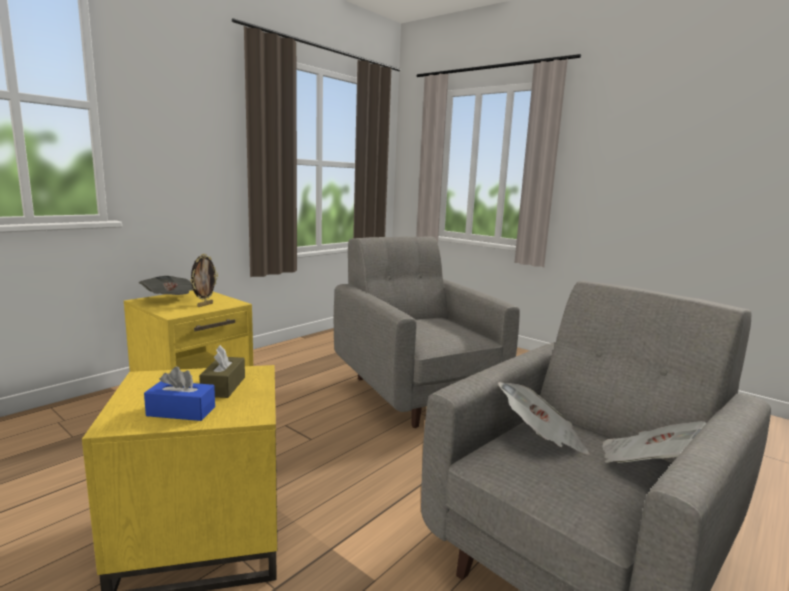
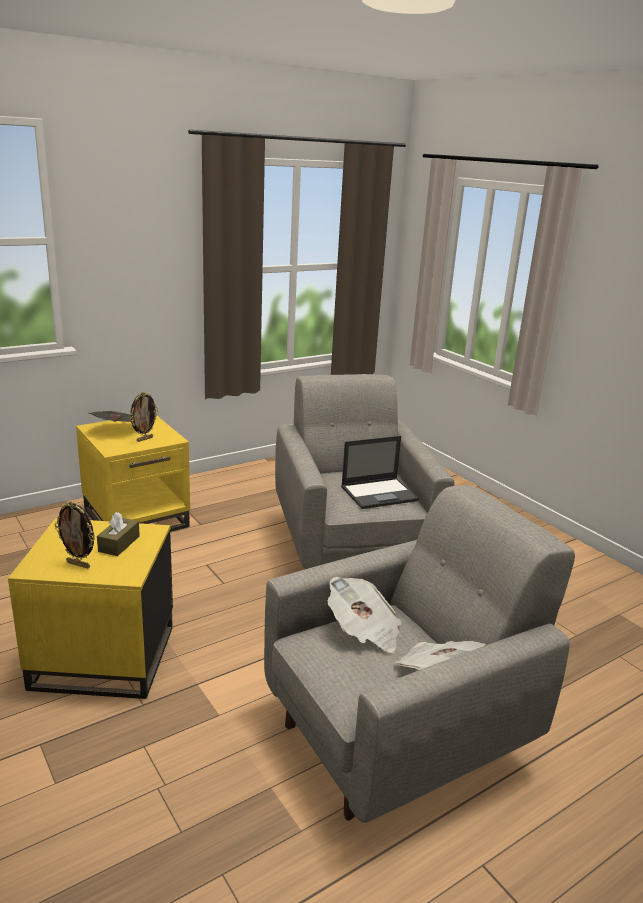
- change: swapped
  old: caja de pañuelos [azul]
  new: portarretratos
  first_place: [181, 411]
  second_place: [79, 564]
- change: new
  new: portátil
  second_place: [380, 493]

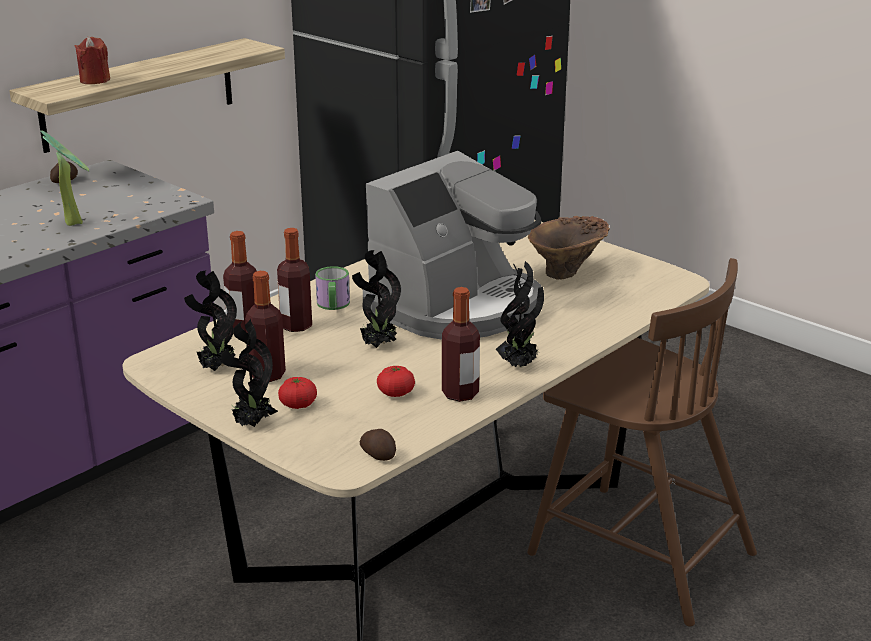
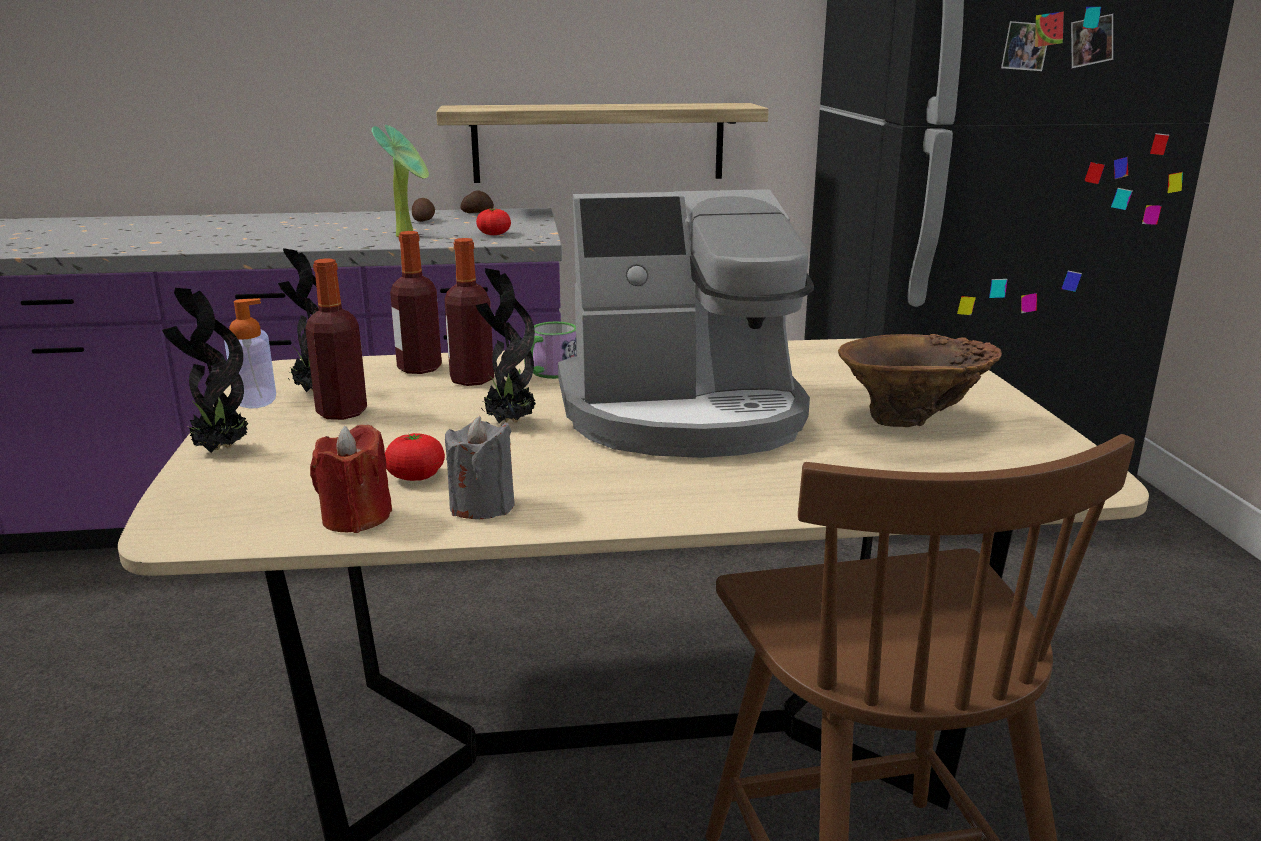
- change: shifted
  old: vela [rojo]
  first_place: [95, 80]
  second_place: [356, 518]
- change: shifted
  old: tomate
  first_place: [298, 405]
  second_place: [494, 234]
- change: shifted
  old: patata
  first_place: [378, 454]
  second_place: [424, 220]
- change: swapped
  old: botella
  new: vela [gris]
  first_place: [460, 394]
  second_place: [482, 506]
- change: gone
  old: planta en maceta
  first_place: [520, 365]
- change: new
  new: dispensador de jabón
  second_place: [255, 398]

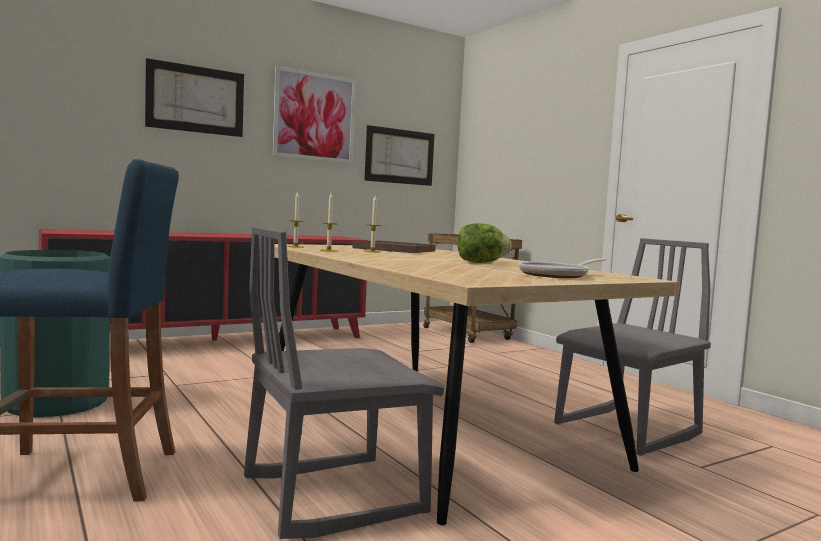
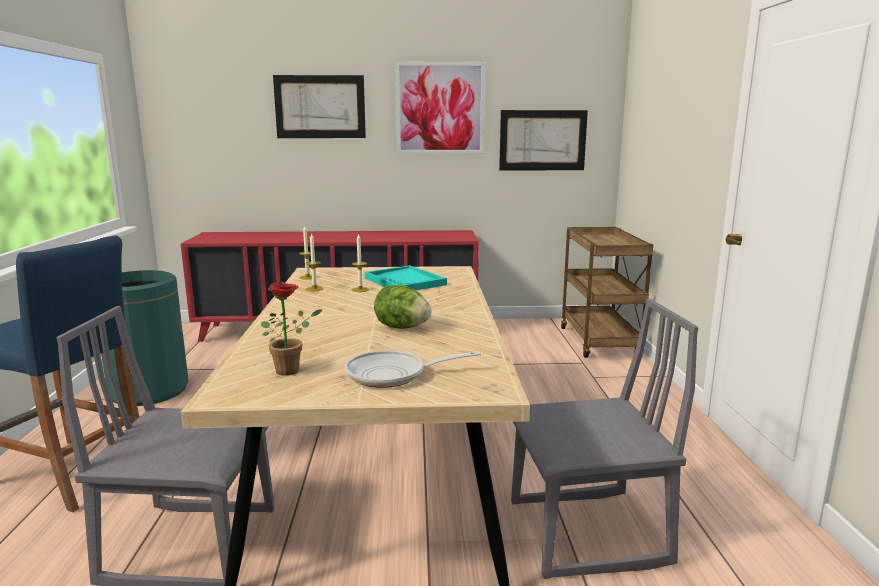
- change: repainted
  old: bandeja [marrón]
  new: bandeja [turquesa]
  first_place: [394, 249]
  second_place: [405, 281]
- change: new
  new: planta en maceta
  second_place: [292, 370]

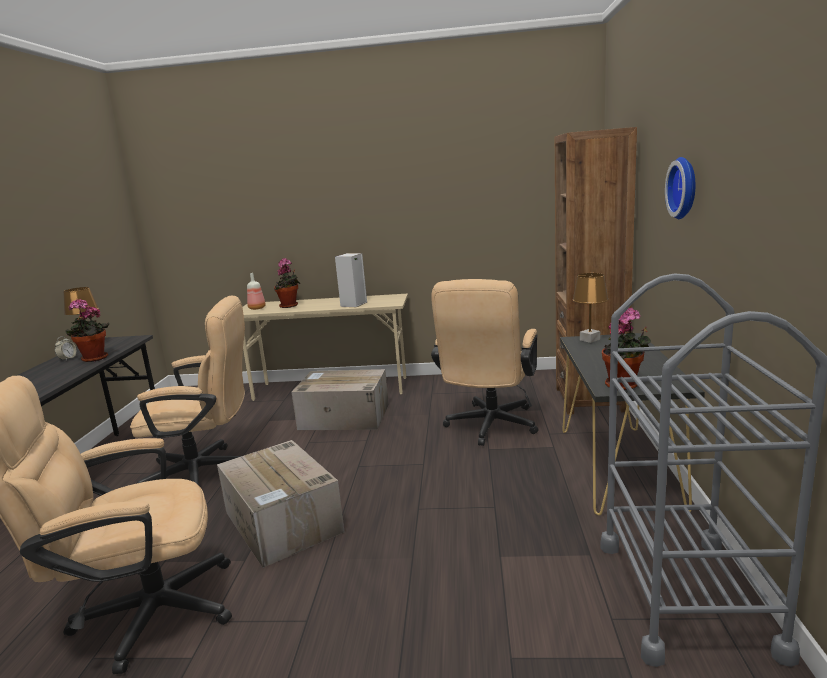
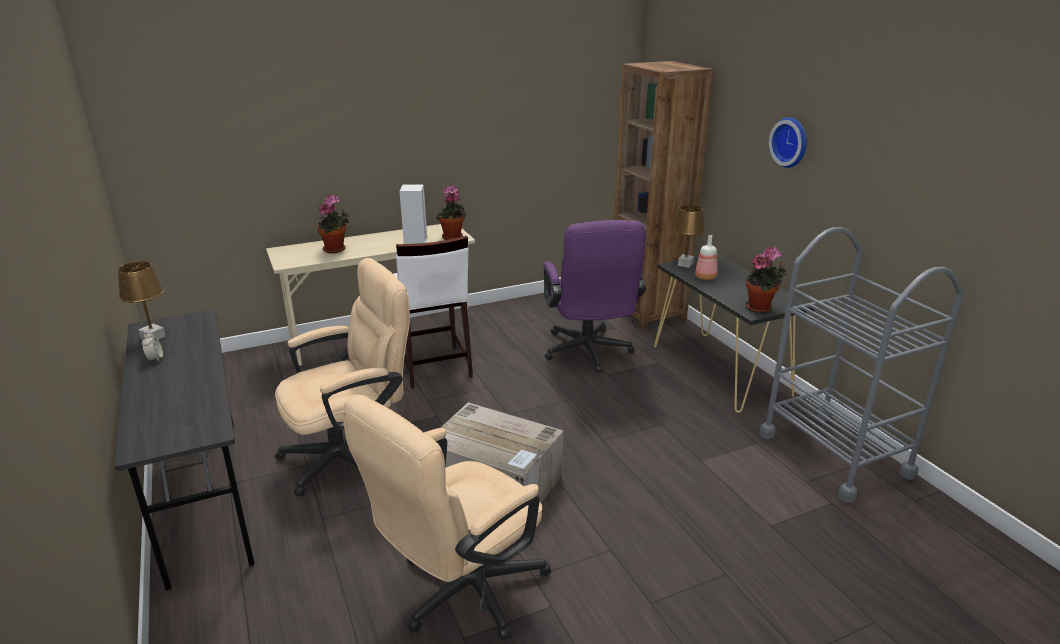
- change: shifted
  old: planta en maceta
  first_place: [93, 359]
  second_place: [453, 238]
- change: shifted
  old: botella
  first_place: [257, 308]
  second_place: [706, 277]
- change: swapped
  old: caja de cartón
  new: taburete [blanco]
  first_place: [343, 417]
  second_place: [433, 367]
- change: repainted
  old: silla de oficina [beis]
  new: silla de oficina [morado]
  first_place: [489, 428]
  second_place: [588, 354]

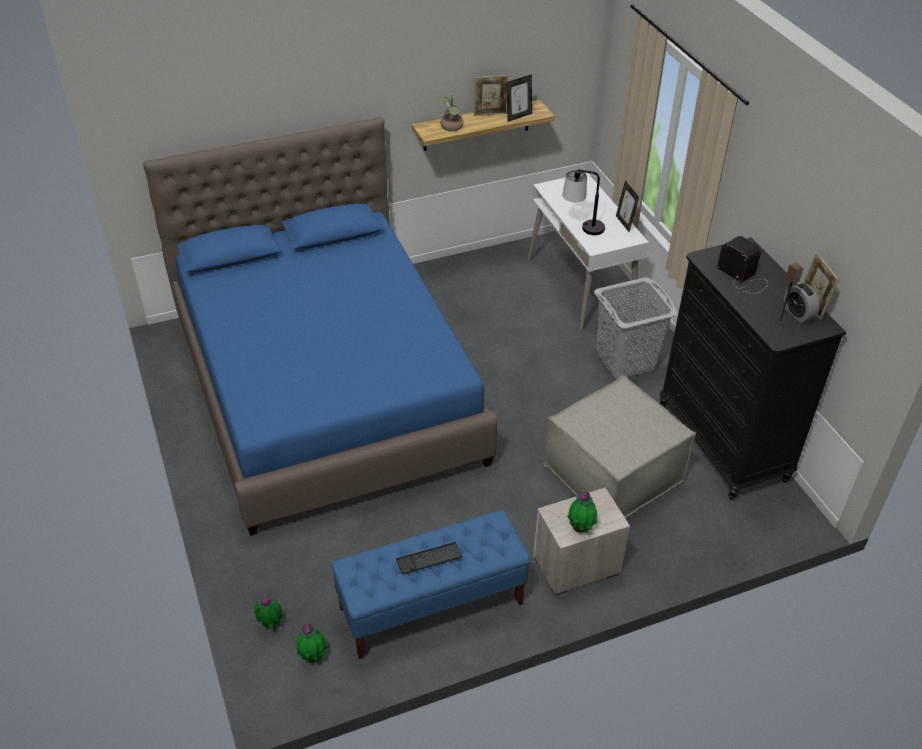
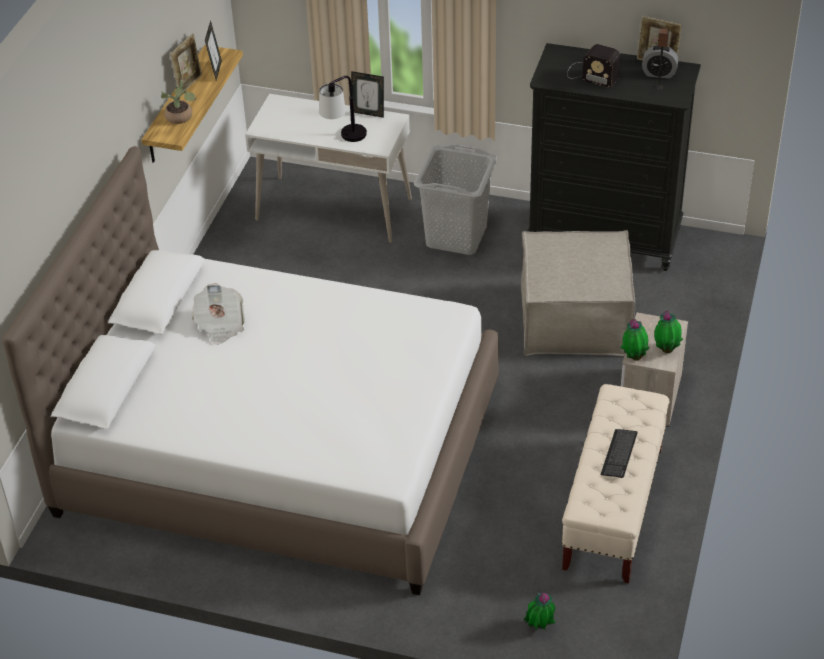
- change: repainted
  old: cama [azul]
  new: cama [blanco]
  first_place: [327, 388]
  second_place: [280, 449]
- change: shifted
  old: planta en maceta
  first_place: [313, 657]
  second_place: [634, 357]
- change: repainted
  old: banco [azul]
  new: banco [beis]
  first_place: [431, 606]
  second_place: [613, 509]
- change: rotated
  old: radio
  first_place: [743, 278]
  second_place: [590, 74]
  degrees: -150
- change: new
  new: periódico
  second_place: [220, 325]

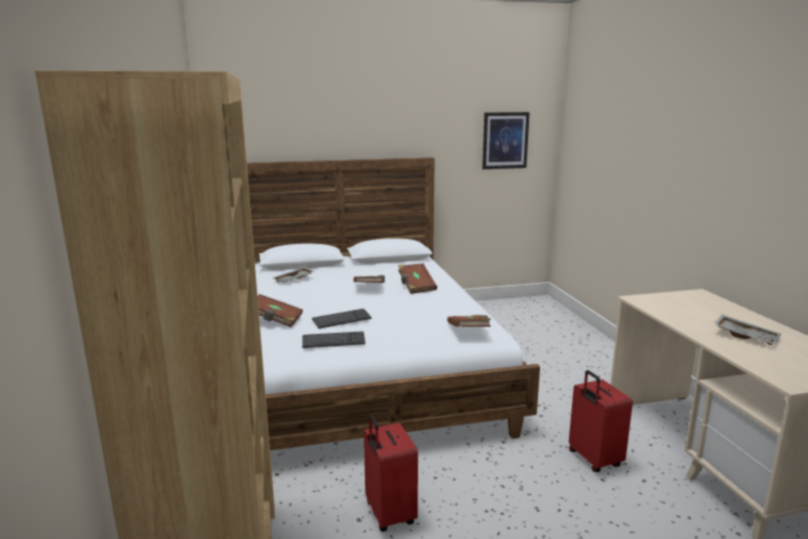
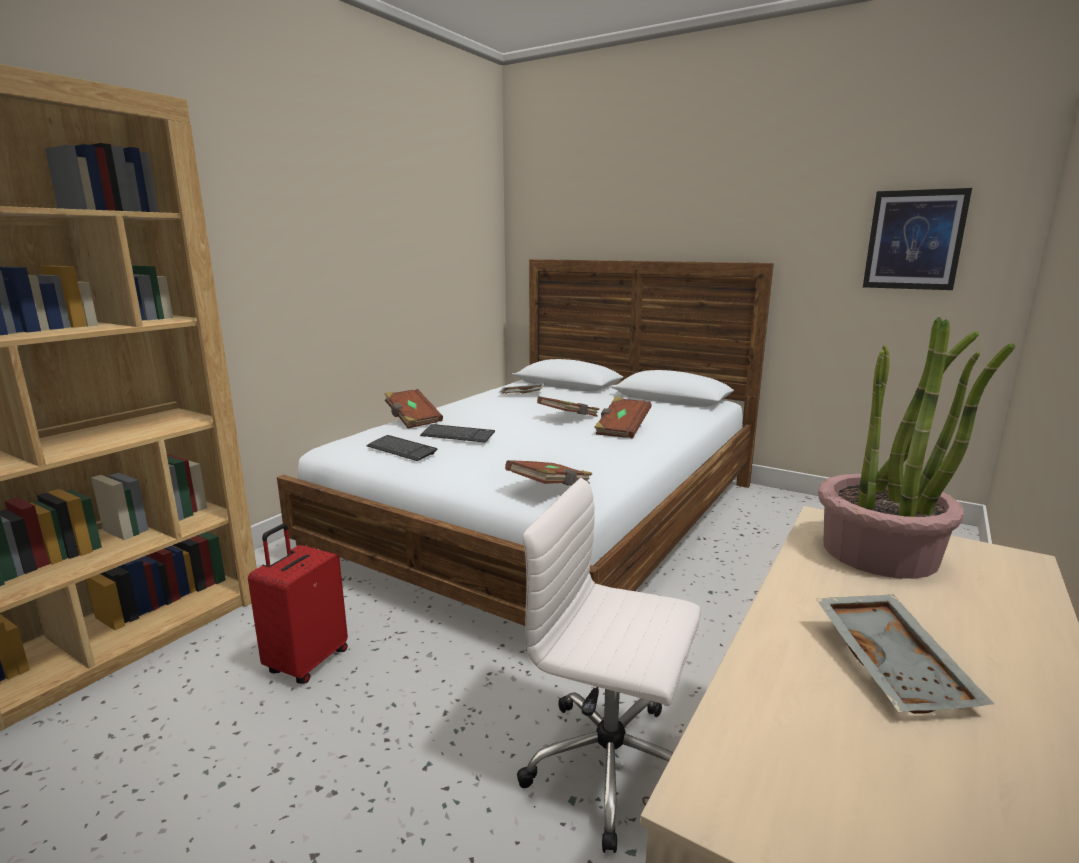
- change: swapped
  old: maleta [rojo]
  new: silla de oficina [blanco]
  first_place: [593, 459]
  second_place: [612, 766]
- change: new
  new: planta en maceta
  second_place: [880, 552]

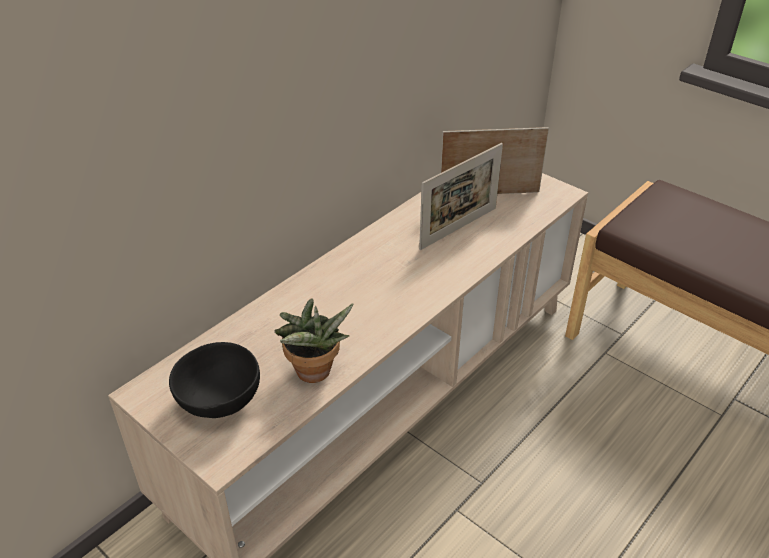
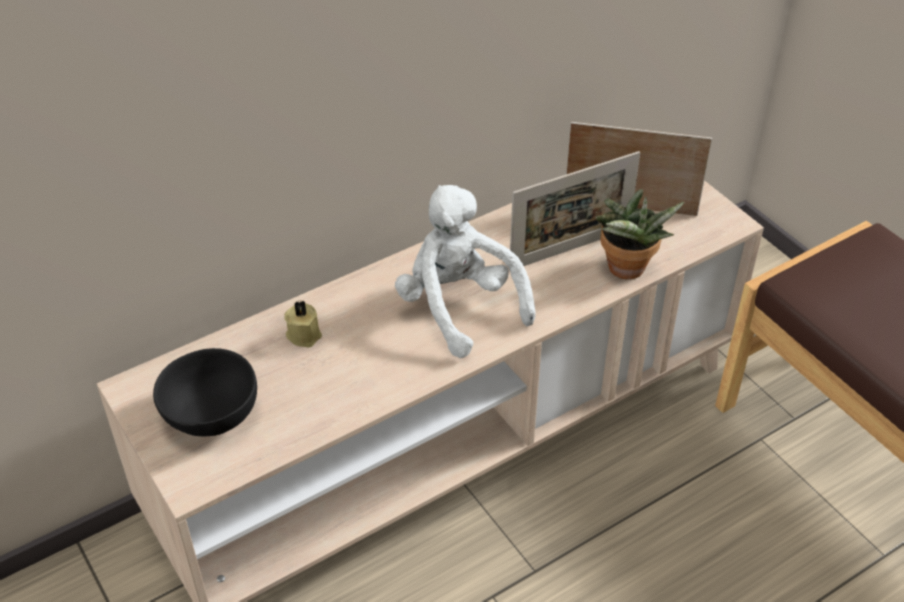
- change: shifted
  old: planta en maceta
  first_place: [314, 375]
  second_place: [626, 271]
- change: new
  new: vela [beis]
  second_place: [304, 334]
- change: new
  new: peluche [blanco]
  second_place: [459, 307]

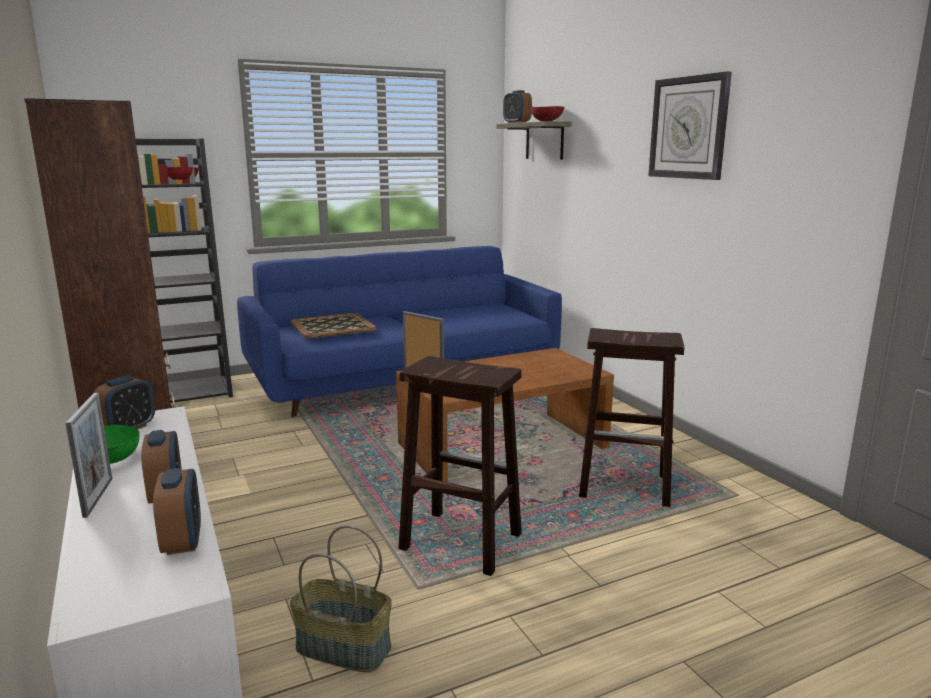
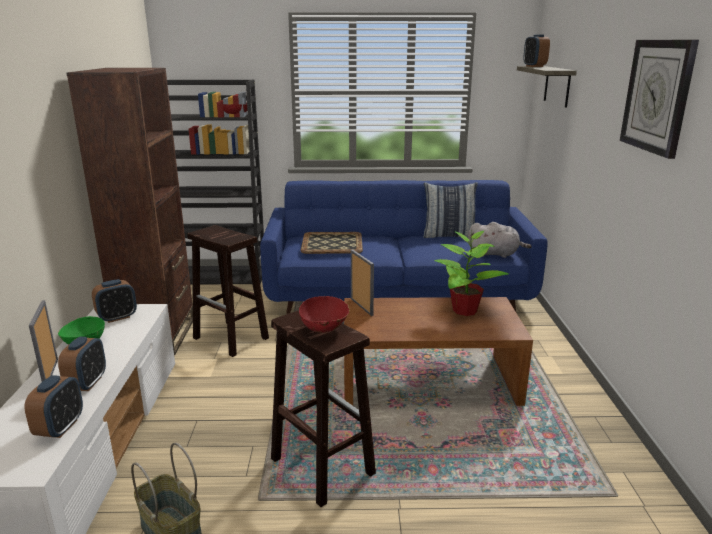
- change: rotated
  old: portarretratos
  first_place: [98, 497]
  second_place: [50, 373]
  degrees: 150
- change: shifted
  old: cuenco [rojo]
  first_place: [547, 121]
  second_place: [324, 328]
- change: shifted
  old: taburete [marrón]
  first_place: [625, 487]
  second_place: [232, 338]
- change: new
  new: cojín
  second_place: [449, 235]
- change: new
  new: planta en maceta
  second_place: [464, 310]
- change: new
  new: peluche [gris]
  second_place: [495, 254]

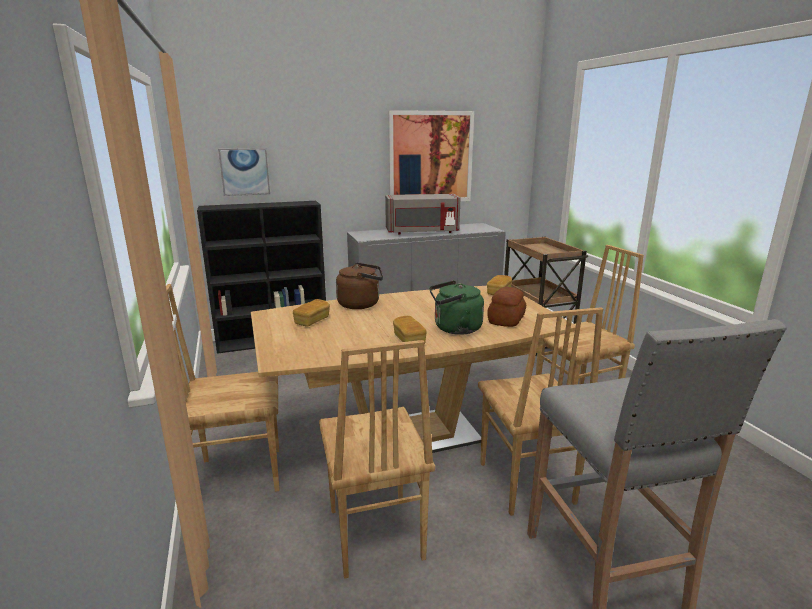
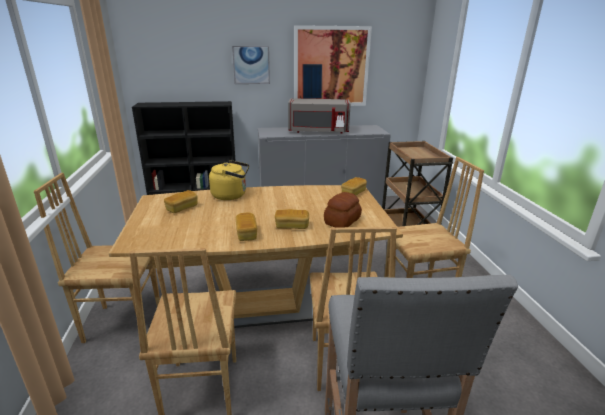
- change: shifted
  old: cuadro
  first_place: [244, 172]
  second_place: [251, 65]
- change: repainted
  old: hervidor [marrón]
  new: hervidor [amarillo]
  first_place: [361, 304]
  second_place: [231, 195]
- change: swapped
  old: hervidor [verde]
  new: pan
  first_place: [454, 329]
  second_place: [292, 226]

